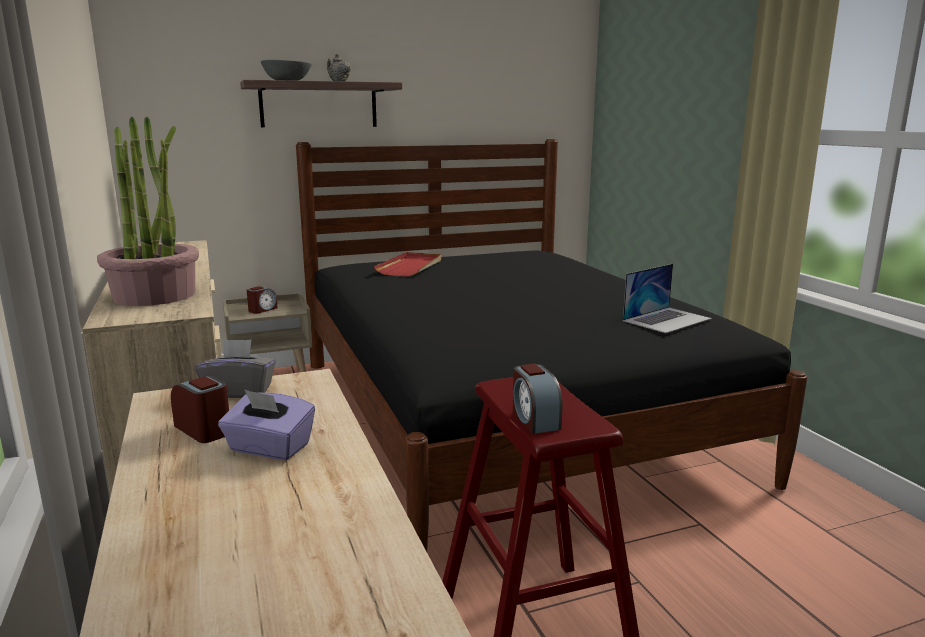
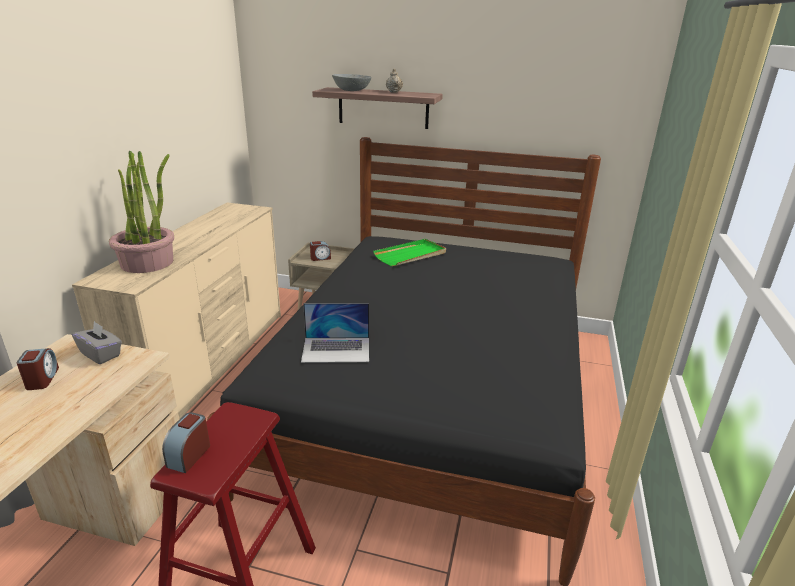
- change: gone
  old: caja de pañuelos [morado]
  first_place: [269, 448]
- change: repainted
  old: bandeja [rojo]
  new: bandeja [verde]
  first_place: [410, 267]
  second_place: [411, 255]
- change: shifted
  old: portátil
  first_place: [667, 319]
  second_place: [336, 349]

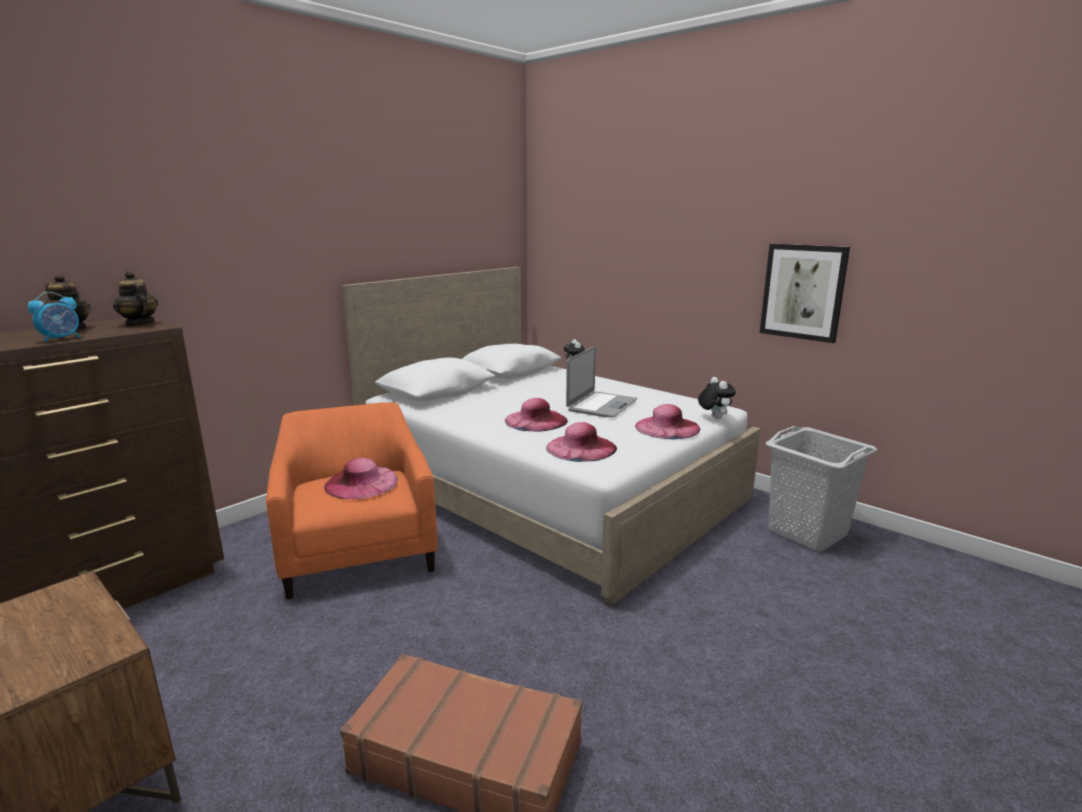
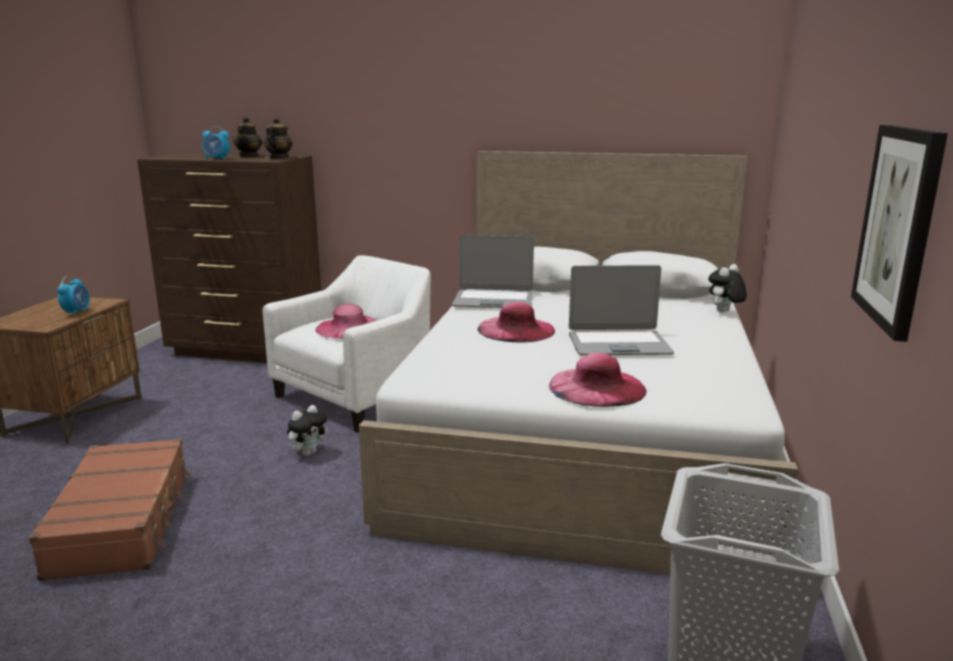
- change: repainted
  old: sillón [naranja]
  new: sillón [blanco]
  first_place: [358, 552]
  second_place: [358, 396]
- change: gone
  old: sombrero [rosa]
  first_place: [581, 447]
- change: shifted
  old: peluche
  first_place: [714, 417]
  second_place: [308, 452]
- change: new
  new: despertador
  second_place: [77, 313]
- change: new
  new: portátil
  second_place: [493, 301]

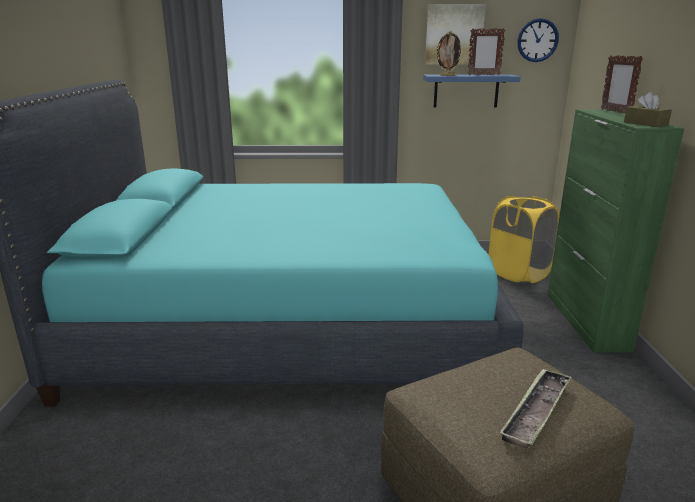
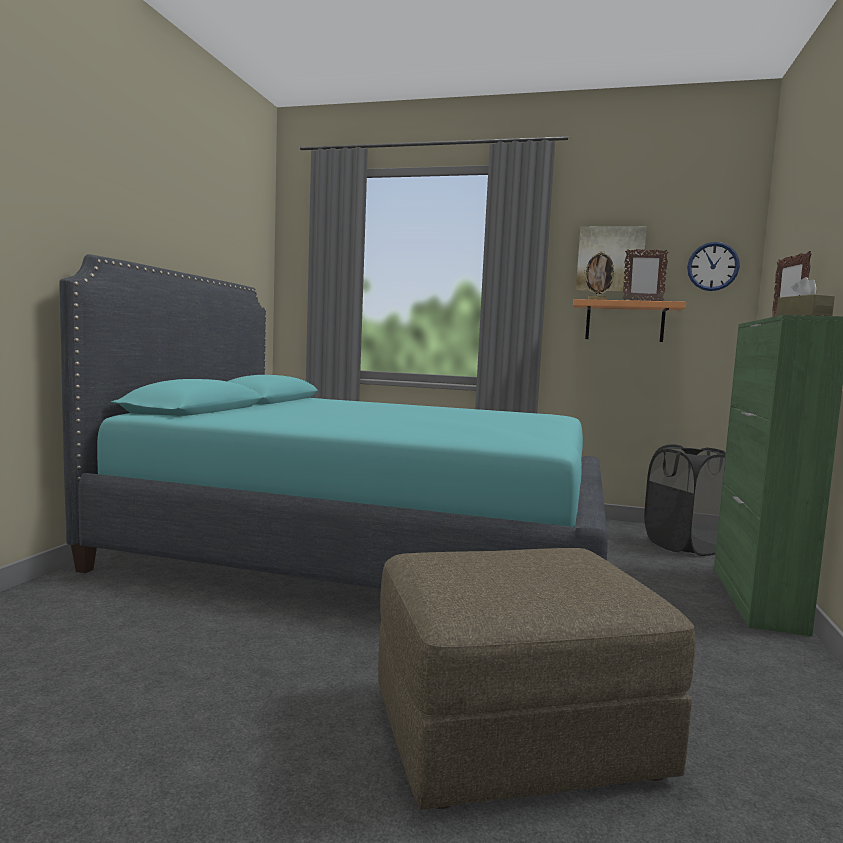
- change: repainted
  old: estante [azul]
  new: estante [naranja]
  first_place: [466, 91]
  second_place: [624, 321]
- change: repainted
  old: cesto de la ropa [amarillo]
  new: cesto de la ropa [negro]
  first_place: [519, 273]
  second_place: [685, 546]
- change: gone
  old: bandeja
  first_place: [536, 412]

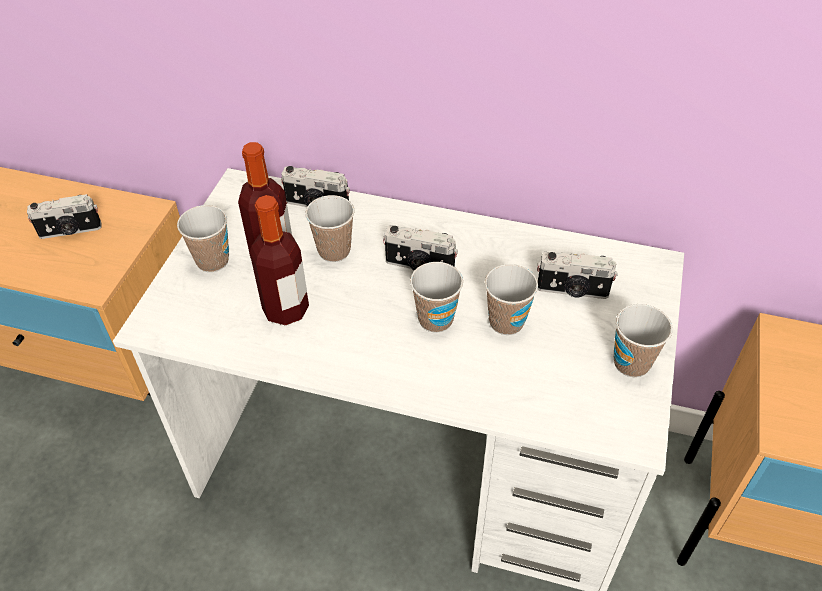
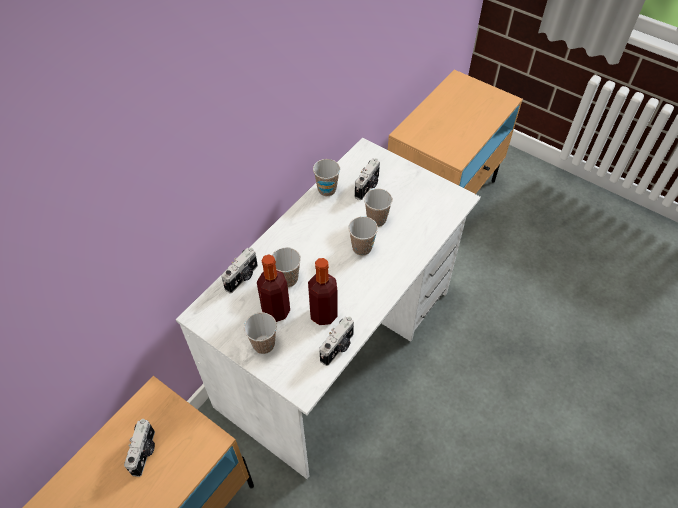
- change: shifted
  old: cámara
  first_place: [419, 266]
  second_place: [338, 348]
- change: shifted
  old: taza
  first_place: [631, 363]
  second_place: [327, 190]

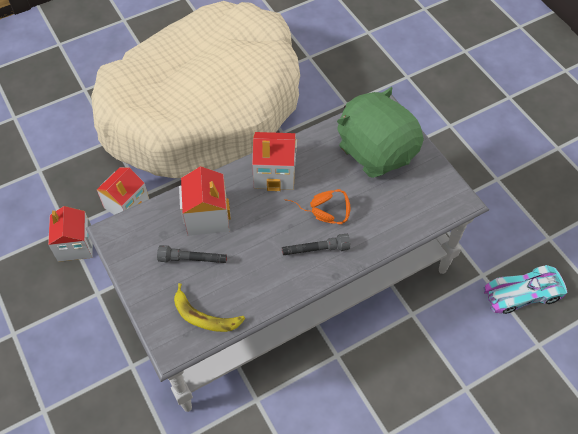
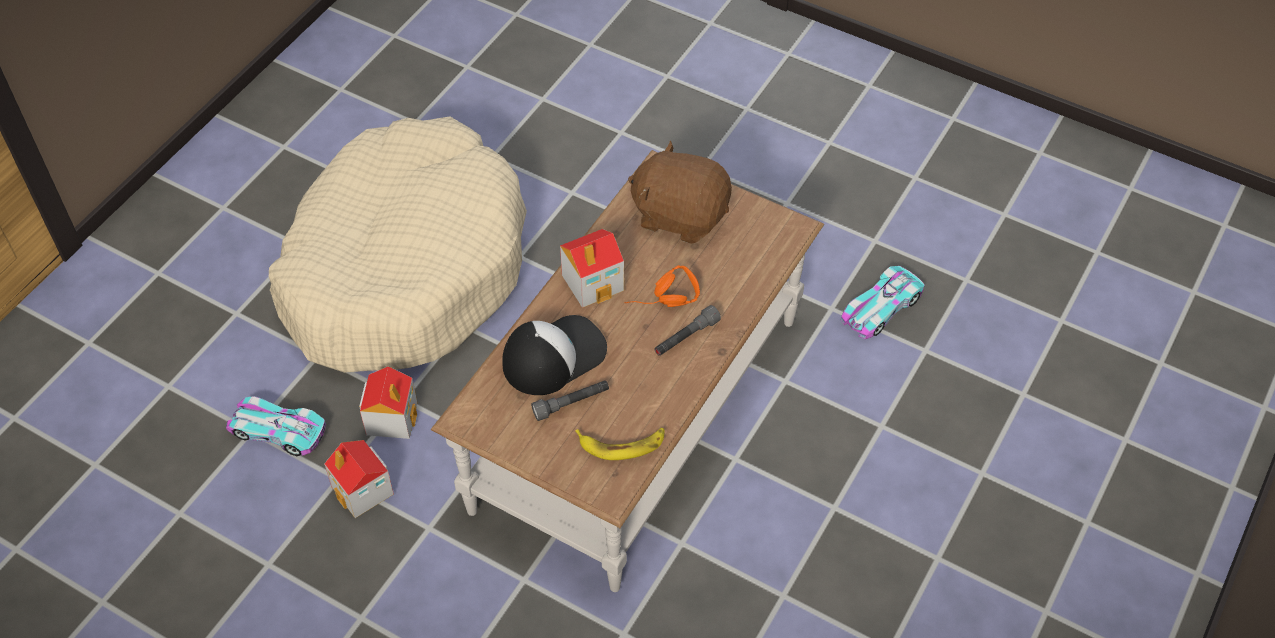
- change: repainted
  old: mesa de centro [gris]
  new: mesa de centro [marrón]
  first_place: [289, 283]
  second_place: [637, 412]
- change: swapped
  old: casita
  new: gorra
  first_place: [207, 215]
  second_place: [553, 355]
- change: repainted
  old: peluche [verde]
  new: peluche [marrón]
  first_place: [376, 150]
  second_place: [680, 215]
- change: new
  new: coche de juguete
  second_place: [277, 430]

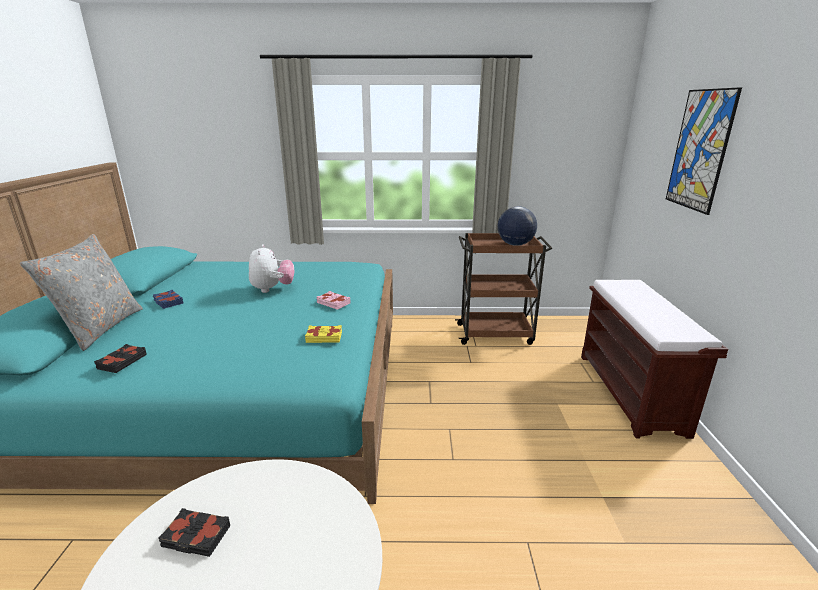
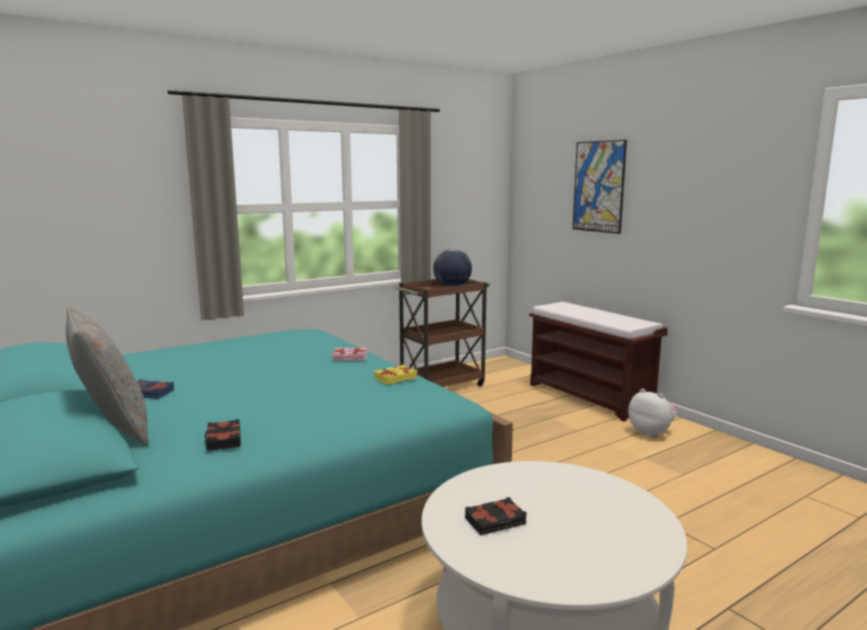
- change: shifted
  old: peluche
  first_place: [272, 289]
  second_place: [651, 433]

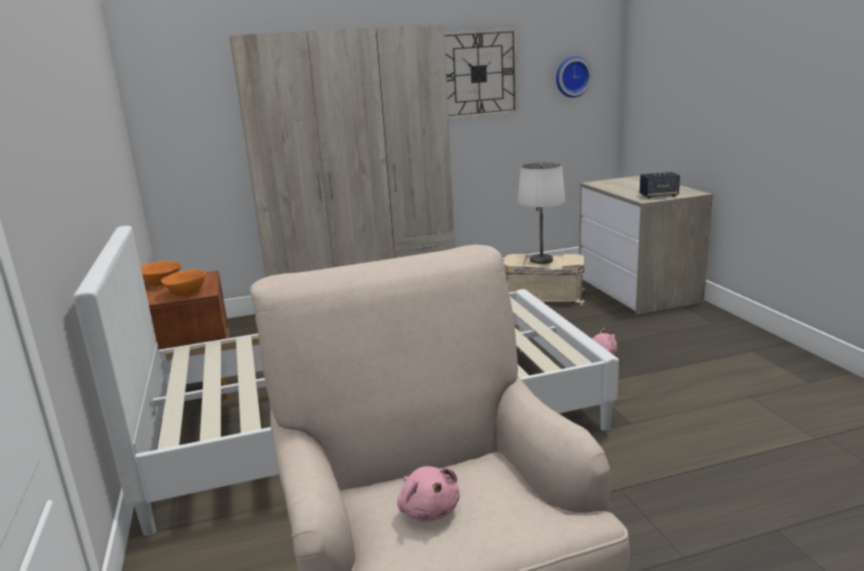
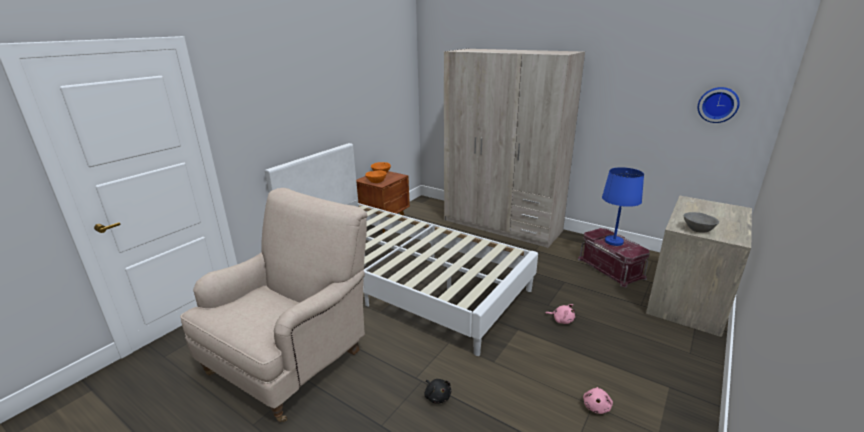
- change: shifted
  old: peluche [rosa]
  first_place: [428, 509]
  second_place: [596, 406]
- change: gone
  old: reloj de pared
  first_place: [478, 74]
- change: repainted
  old: caja de almacenaje [beis]
  new: caja de almacenaje [rojo]
  first_place: [544, 296]
  second_place: [611, 268]
- change: repainted
  old: lámpara de mesa [blanco]
  new: lámpara de mesa [azul]
  first_place: [541, 260]
  second_place: [614, 241]
- change: swapped
  old: altavoz
  new: cuenco [gris]
  first_place: [658, 196]
  second_place: [698, 229]
- change: new
  new: peluche [negro]
  second_place: [437, 396]

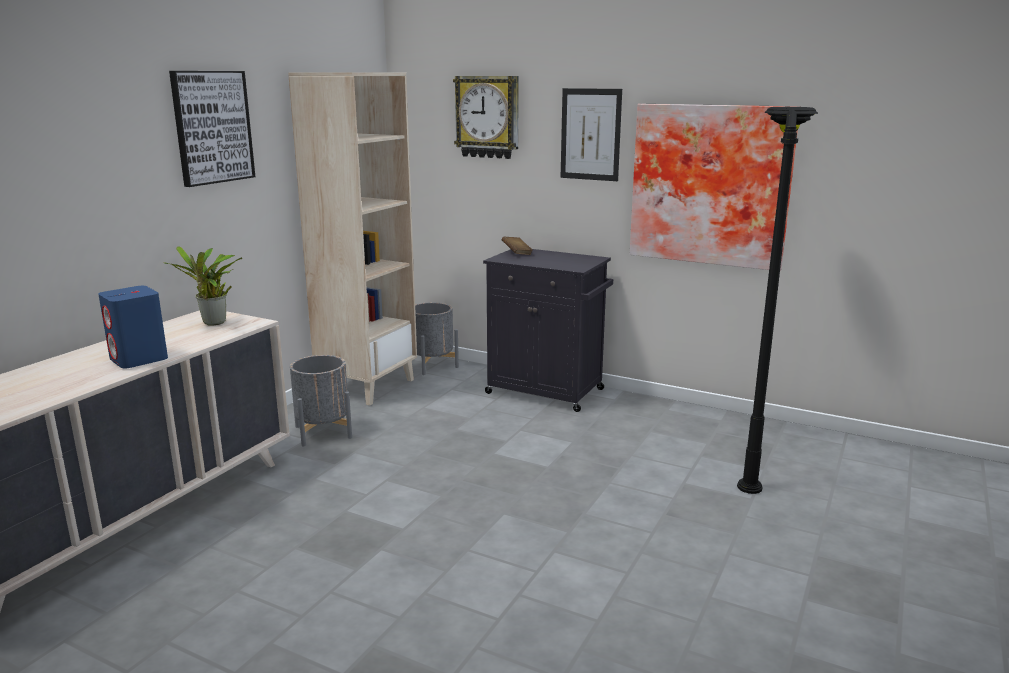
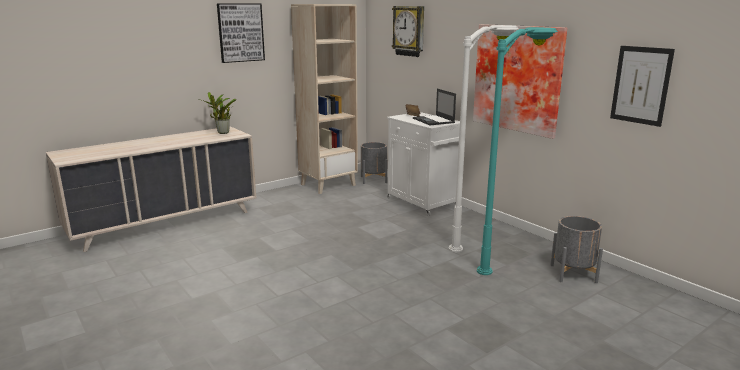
- change: gone
  old: altavoz [azul]
  first_place: [139, 359]
- change: shifted
  old: maceta [gris]
  first_place: [323, 432]
  second_place: [573, 273]
- change: repainted
  old: armario [negro]
  new: armario [blanco]
  first_place: [547, 392]
  second_place: [423, 203]
- change: shifted
  old: cuadro
  first_place: [590, 134]
  second_place: [641, 85]
- change: repainted
  old: lámpara de pie [negro]
  new: lámpara de pie [turquesa]
  first_place: [752, 455]
  second_place: [509, 256]
- change: new
  new: portátil
  second_place: [434, 120]
- change: new
  new: lámpara de pie [blanco]
  second_place: [479, 236]

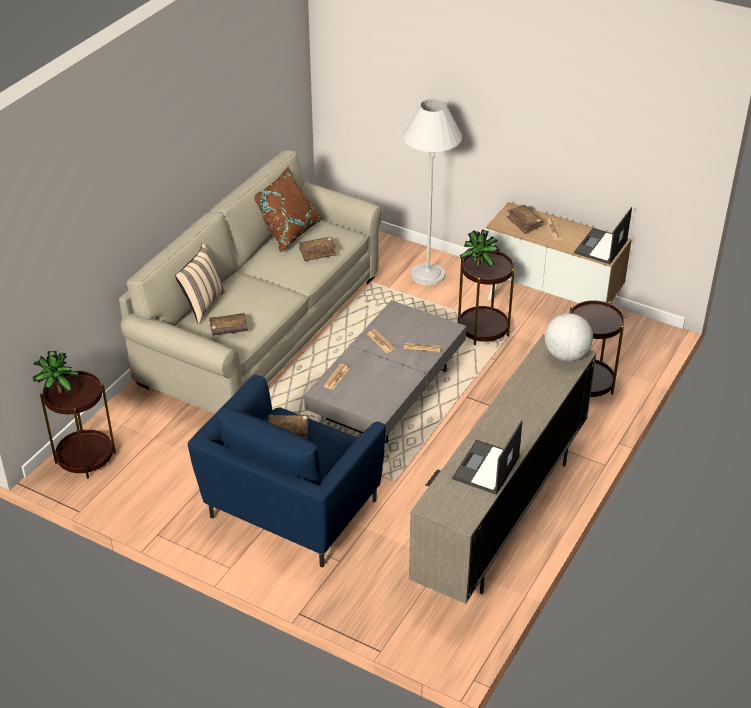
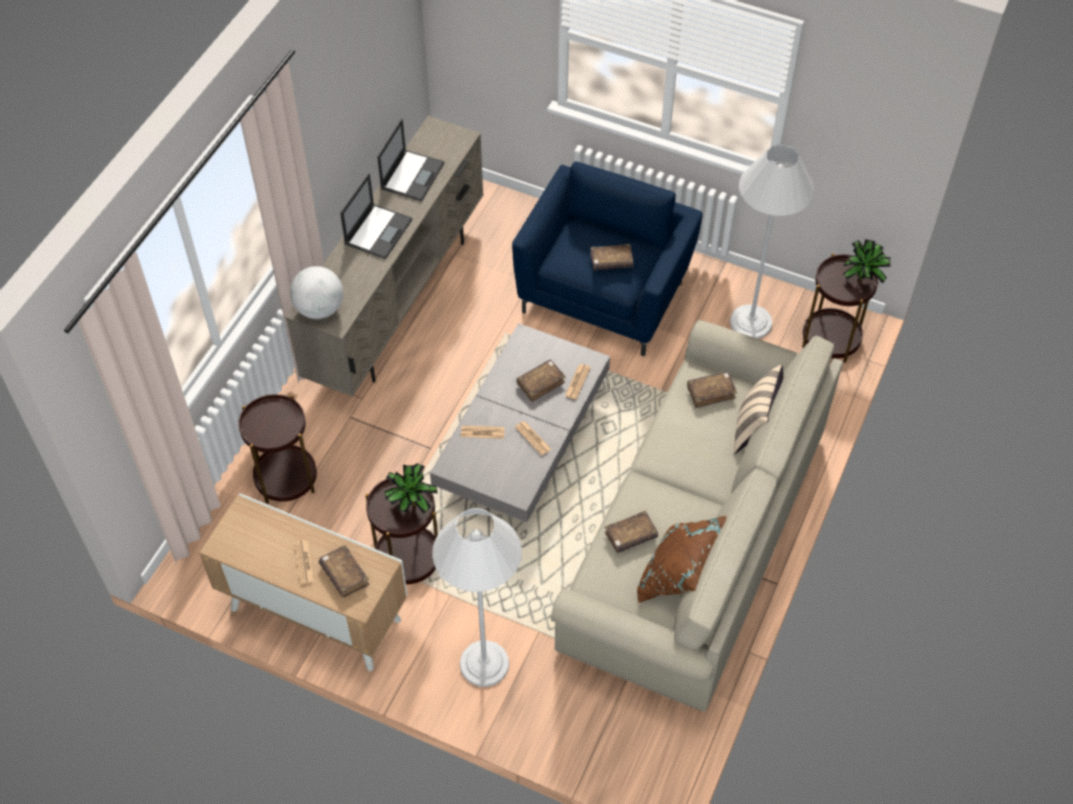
- change: shifted
  old: portátil
  first_place: [601, 247]
  second_place: [378, 231]
- change: new
  new: libro [marrón]
  second_place: [541, 383]
- change: new
  new: lámpara de pie [blanco]
  second_place: [751, 322]

